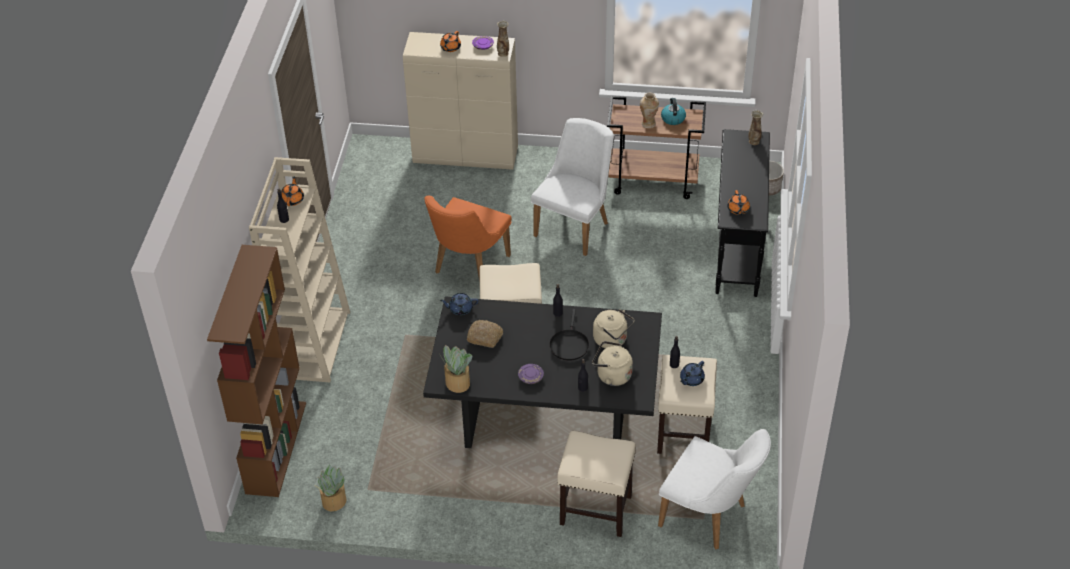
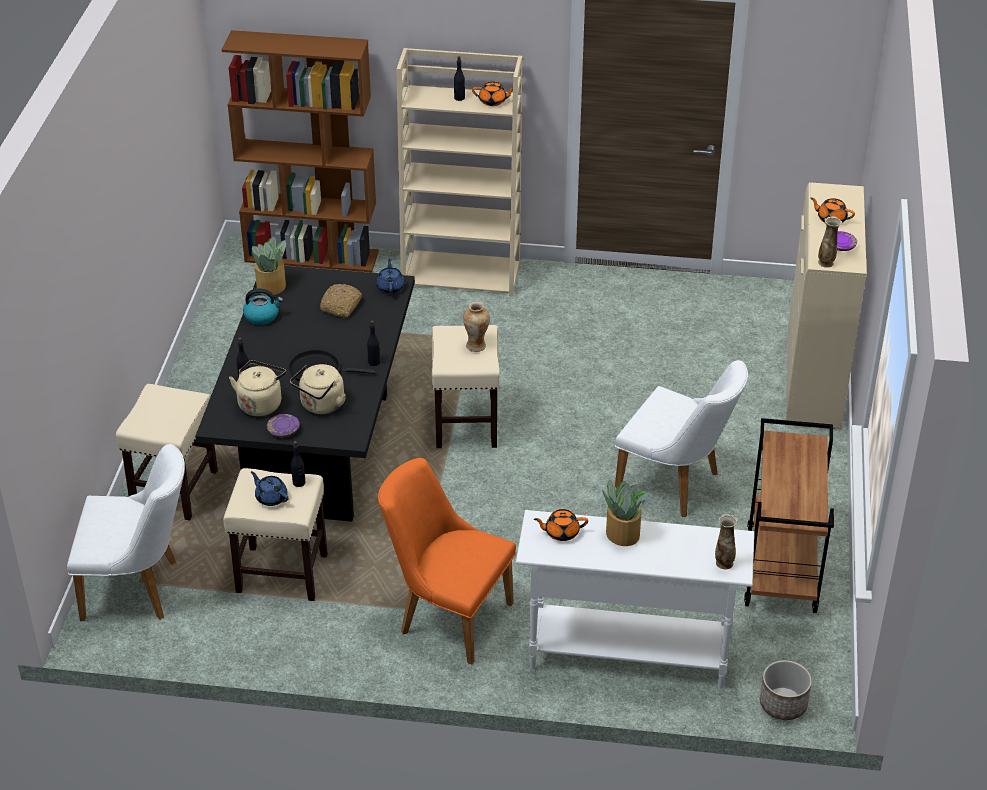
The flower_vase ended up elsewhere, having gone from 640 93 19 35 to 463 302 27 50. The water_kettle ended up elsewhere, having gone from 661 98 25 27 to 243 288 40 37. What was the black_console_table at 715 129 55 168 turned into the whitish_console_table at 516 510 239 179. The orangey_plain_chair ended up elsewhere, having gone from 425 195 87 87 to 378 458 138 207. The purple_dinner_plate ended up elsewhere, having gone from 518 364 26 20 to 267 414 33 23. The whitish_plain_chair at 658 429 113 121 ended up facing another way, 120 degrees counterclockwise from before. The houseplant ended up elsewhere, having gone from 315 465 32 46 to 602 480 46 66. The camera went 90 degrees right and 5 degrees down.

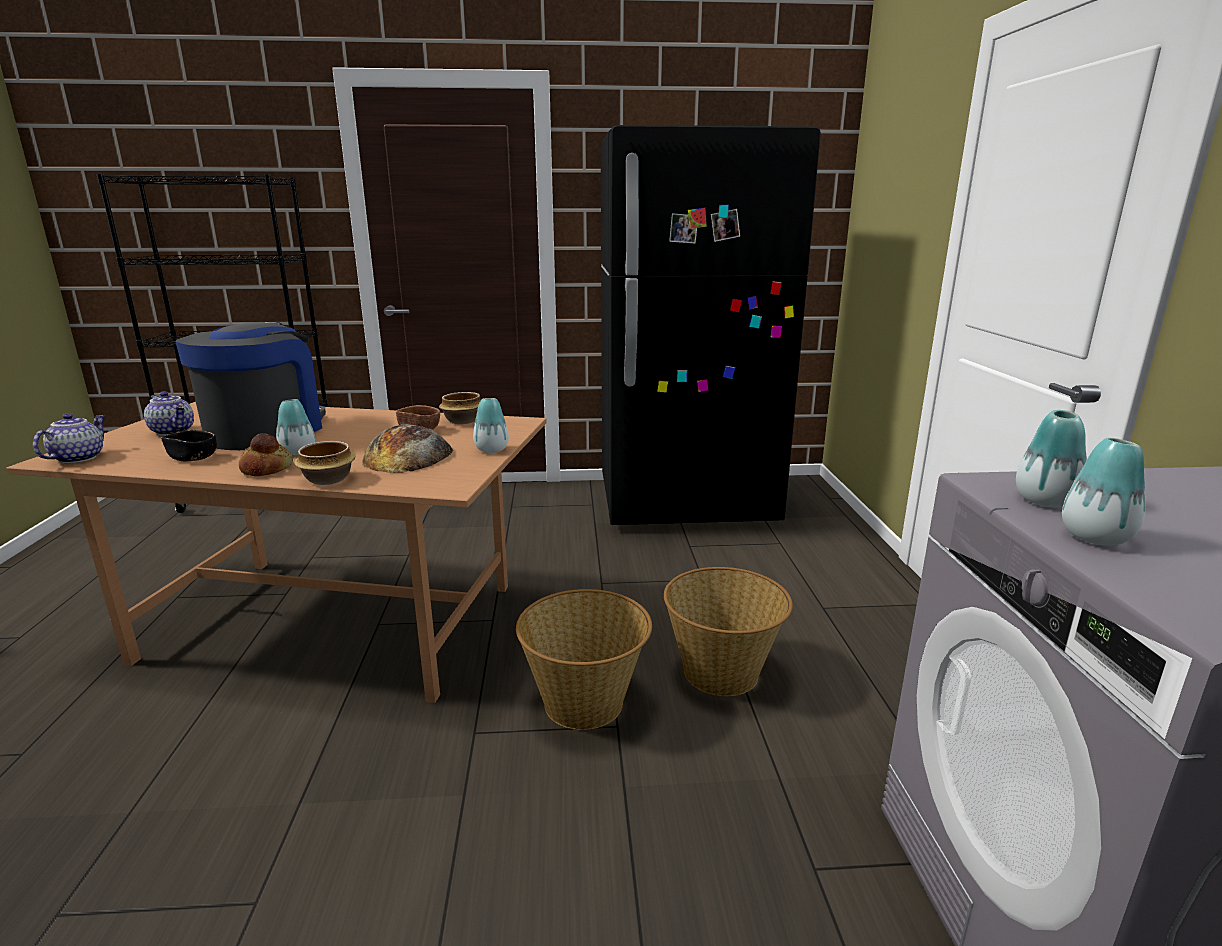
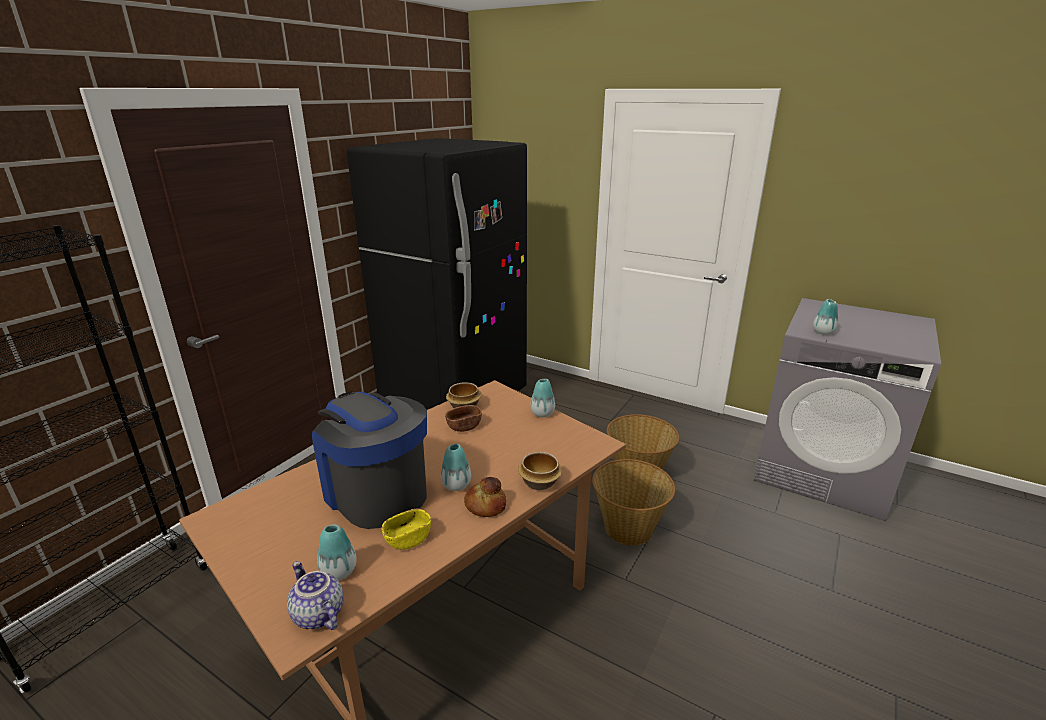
The second view lost the tea_pot at 144 391 50 45. The second view lost the baked_bread at 362 424 91 49. What was the black_serving_bowl at 161 430 56 31 turned into the yellow_serving_bowl at 382 509 49 41. The flower_vase ended up elsewhere, having gone from 1062 438 83 108 to 317 524 40 56. The camera went 55 degrees left and 5 degrees up.

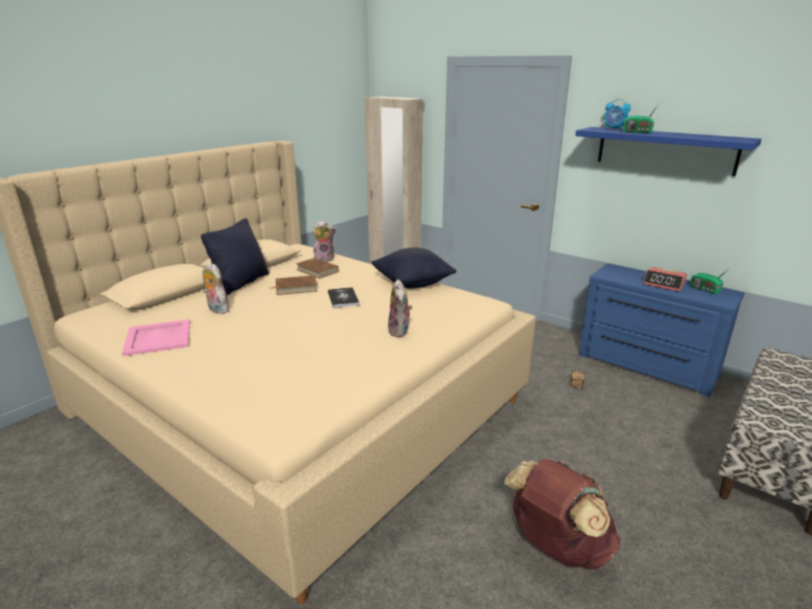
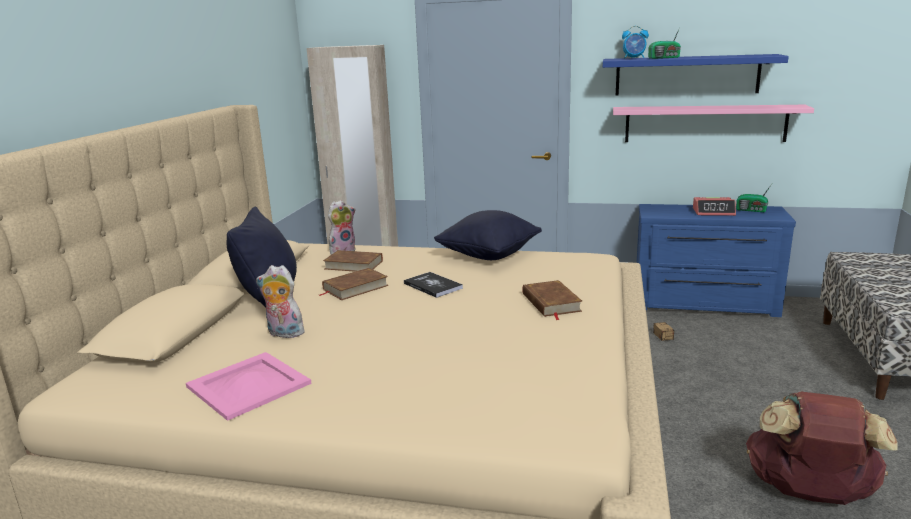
Where the soft_toy stood at 388 279 24 58, the brownish_volume came to stand at 523 280 60 40. The second view gained the pinkish_shelf at 613 105 201 37. The camera went 25 degrees left and 5 degrees down.

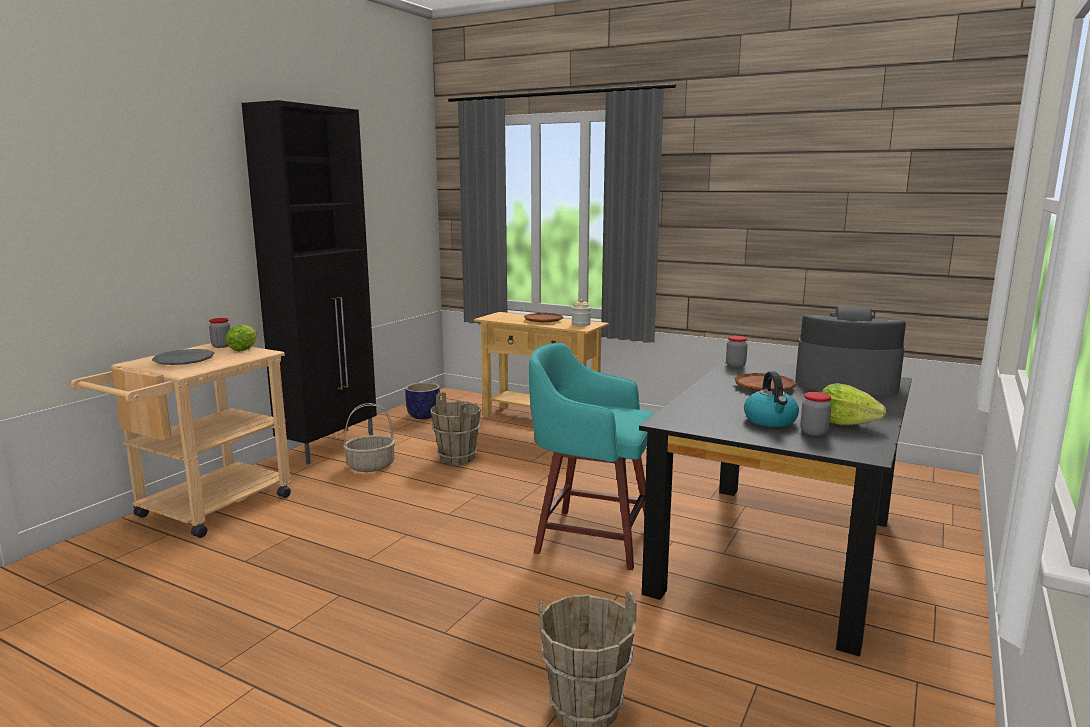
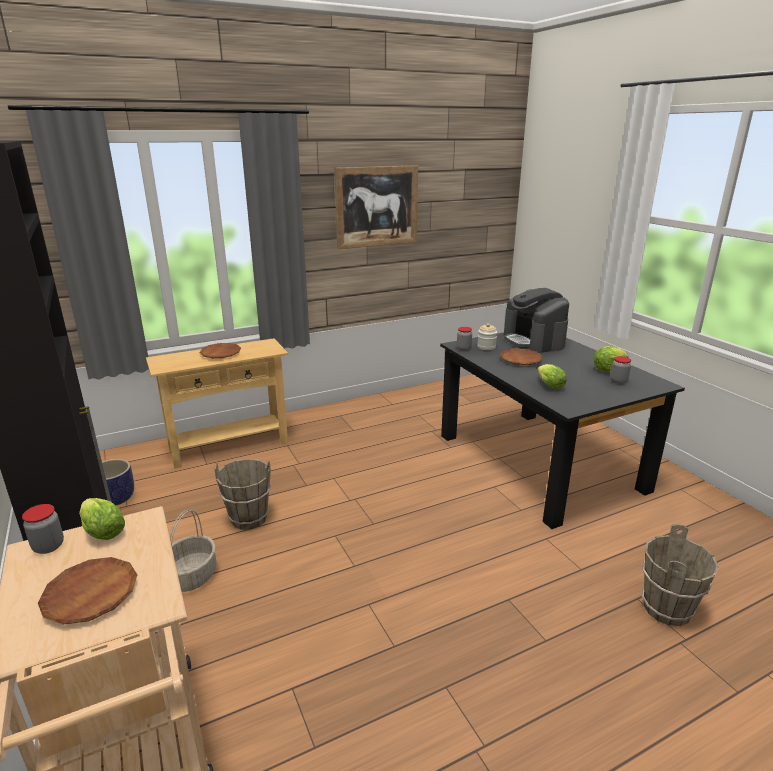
The storage_jar ended up elsewhere, having gone from 572 299 19 27 to 477 323 20 27. The coffee_brewer at 795 305 111 90 ended up facing another way, 75 degrees counterclockwise from before. The second view lost the turquoise_stool_seat at 529 343 126 227. What was the gray_dinner_plate at 152 349 62 16 turned into the brownish_dinner_plate at 38 557 99 67. The second view lost the water_kettle at 744 372 55 55. The second view gained the wall_picture at 334 165 84 84. The second view gained the lettuce at 538 364 29 25. The camera went 55 degrees left and 10 degrees up.

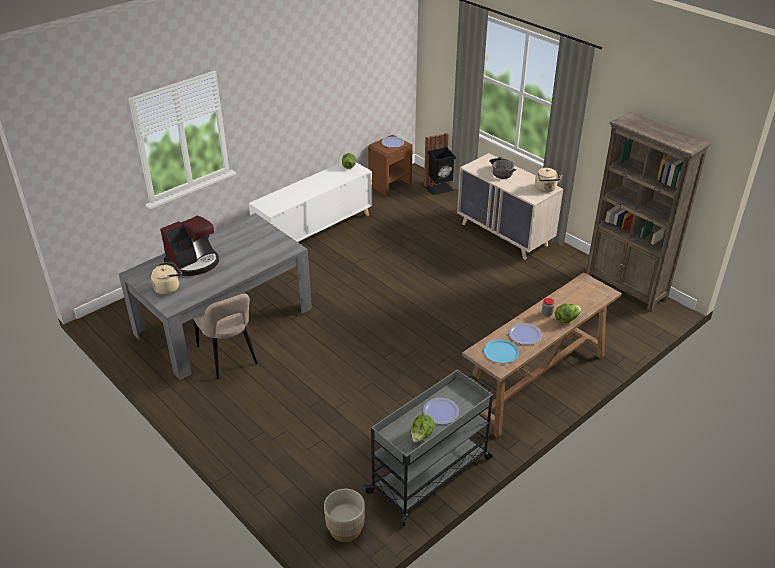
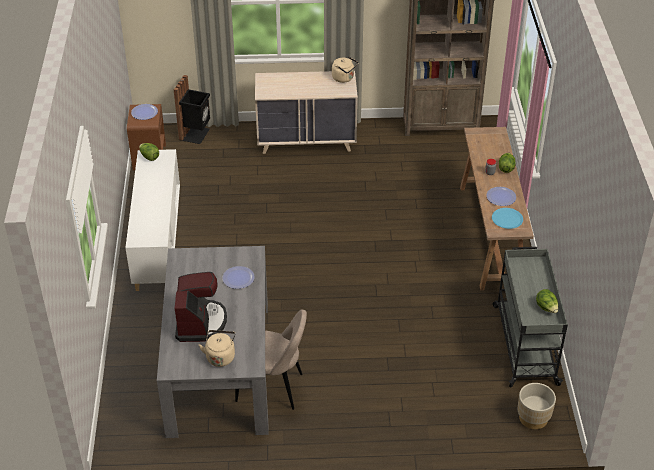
The second view lost the stockpot at 489 157 27 22. The dinner_plate ended up elsewhere, having gone from 423 398 36 26 to 222 266 32 23. The camera went 50 degrees left and 5 degrees up.

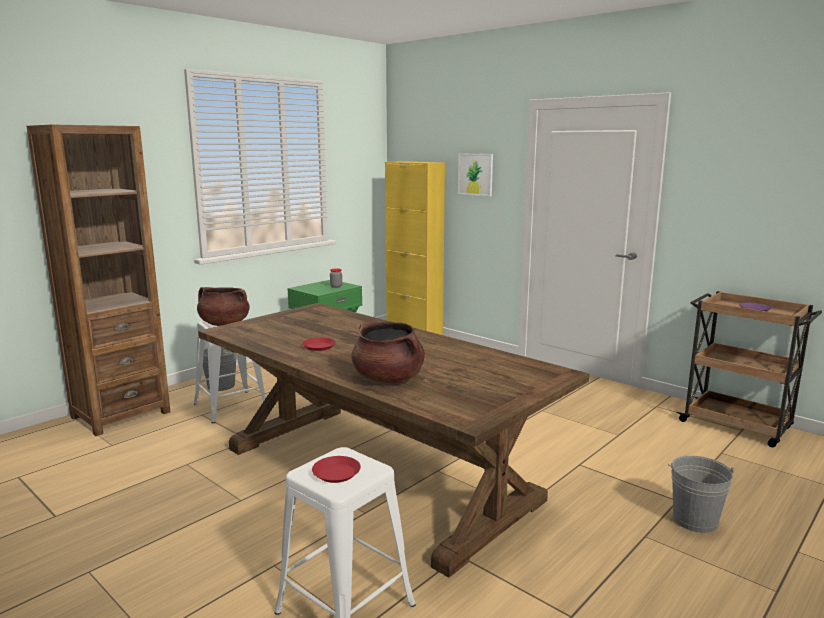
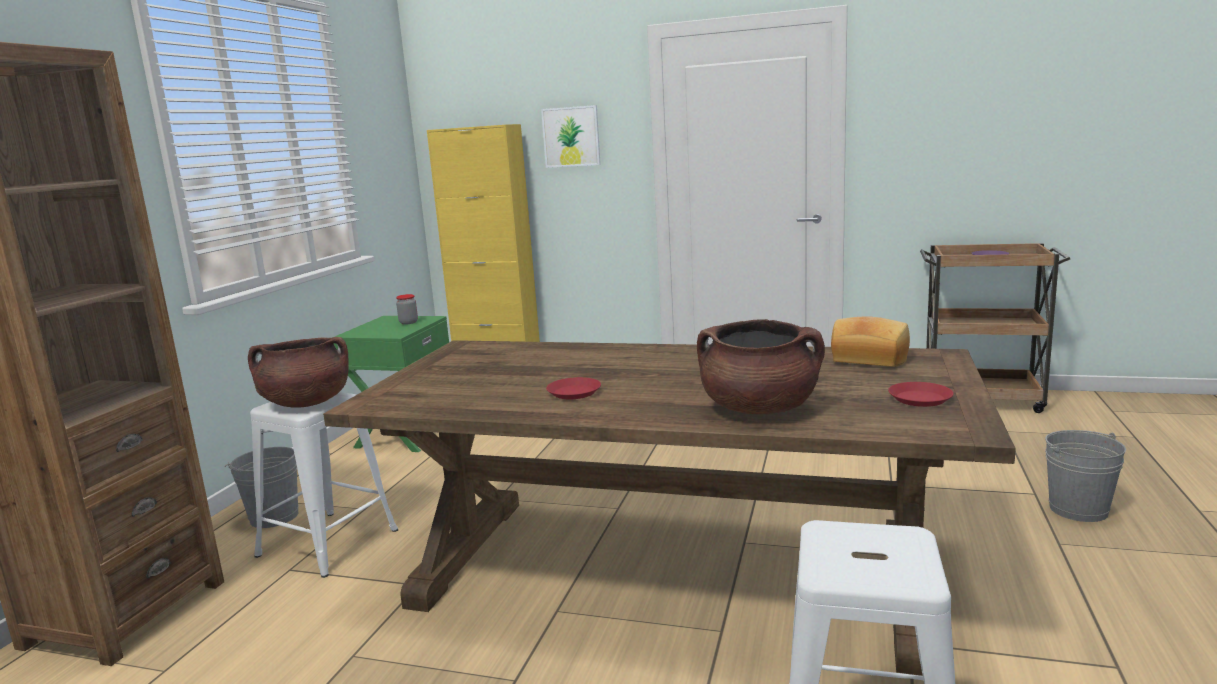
The reddish_dinner_plate ended up elsewhere, having gone from 312 456 49 27 to 888 382 66 25. The second view gained the baked_bread at 831 317 79 50. The camera went 25 degrees left and 0 degrees up.

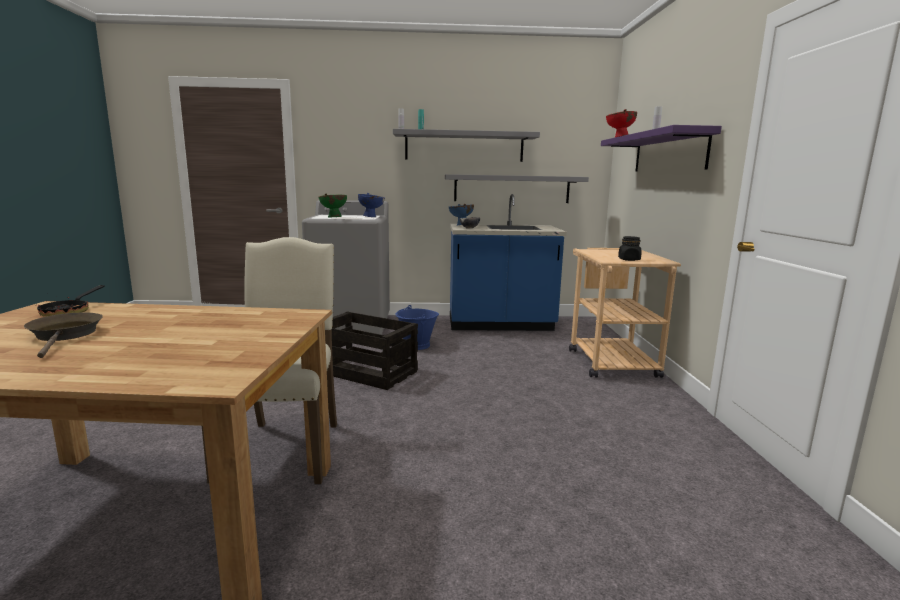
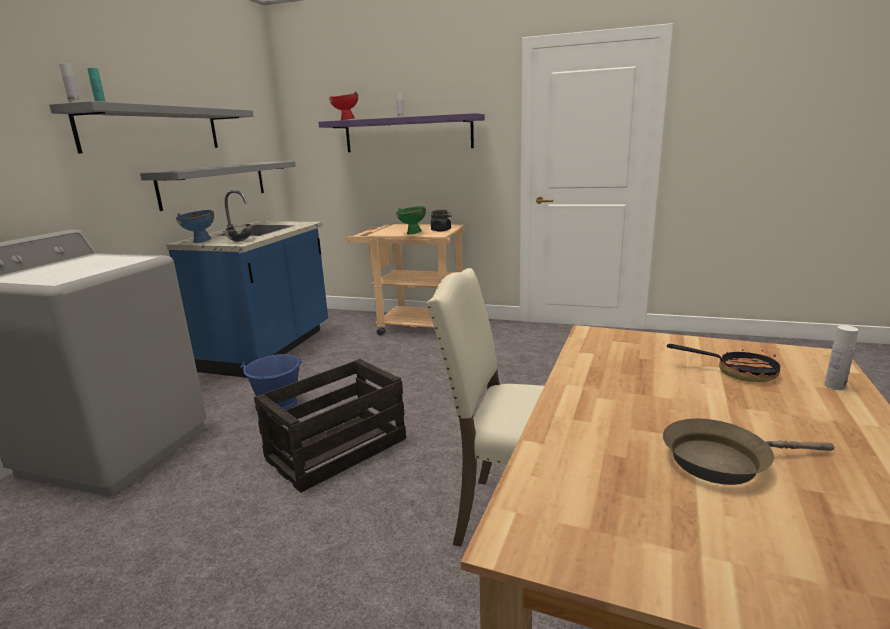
The green_serving_bowl ended up elsewhere, having gone from 318 193 29 24 to 396 206 30 28. The second view lost the blue-coloured_serving_bowl at 358 193 27 24. The pan ended up elsewhere, having gone from 37 285 68 32 to 667 344 113 38. The second view gained the whitish_beverage_bottle at 824 325 35 65. The camera went 70 degrees left and 5 degrees up.

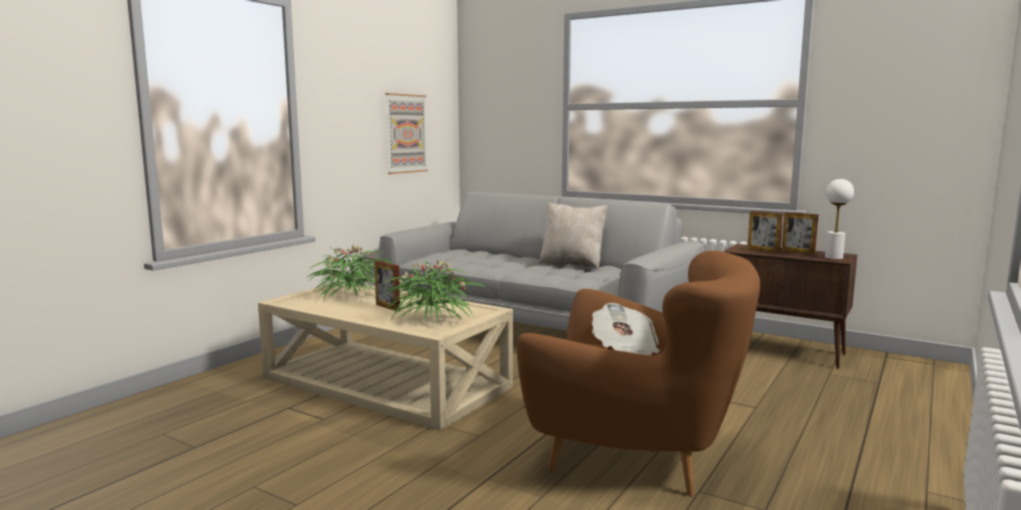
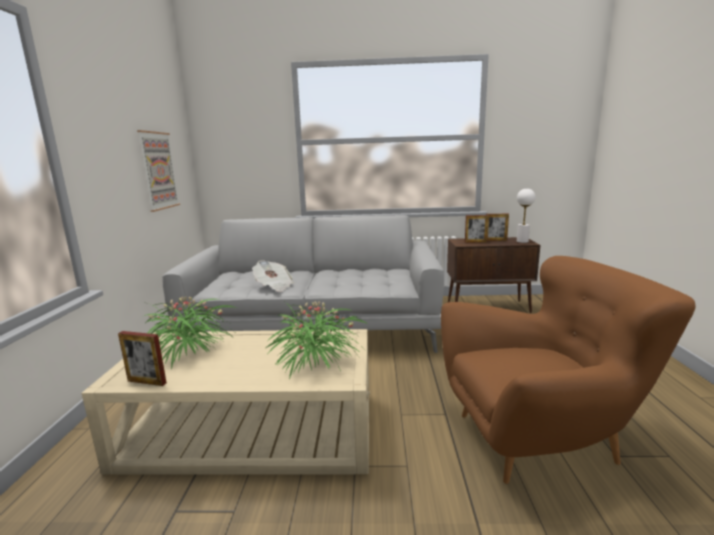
The second view lost the sand-coloured_cushion at 539 202 68 67. The photo_frame ended up elsewhere, having gone from 374 261 26 50 to 118 331 49 55. The daily_paper ended up elsewhere, having gone from 592 303 68 52 to 252 260 42 32. The camera went 30 degrees left and 5 degrees up.

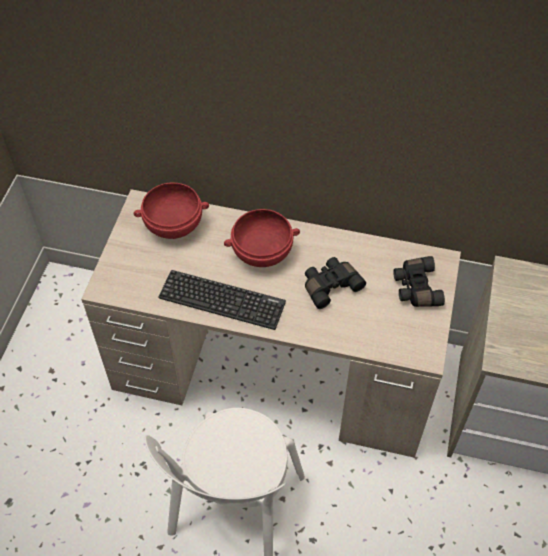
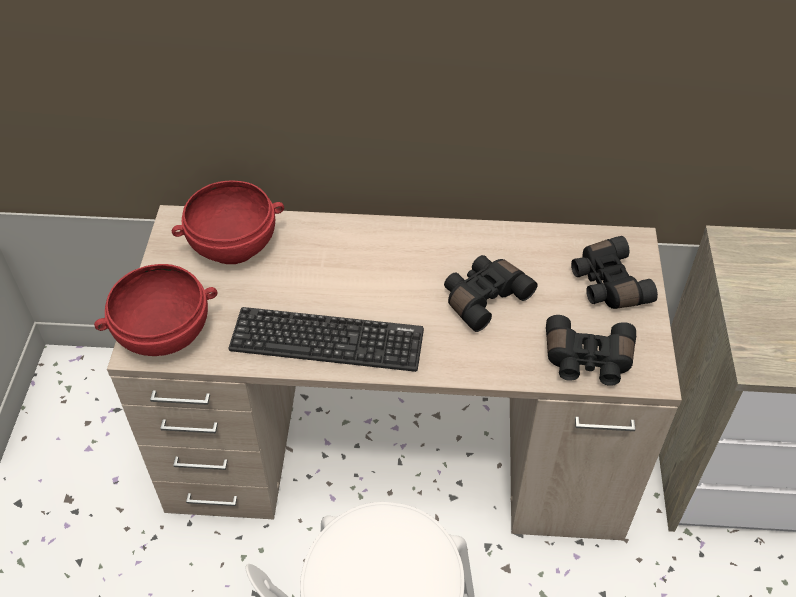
The reddish_serving_bowl ended up elsewhere, having gone from 224 209 76 58 to 94 264 124 92. The second view gained the black_pair_of_binoculars at 546 315 90 71. The camera went 10 degrees left and 5 degrees down.

